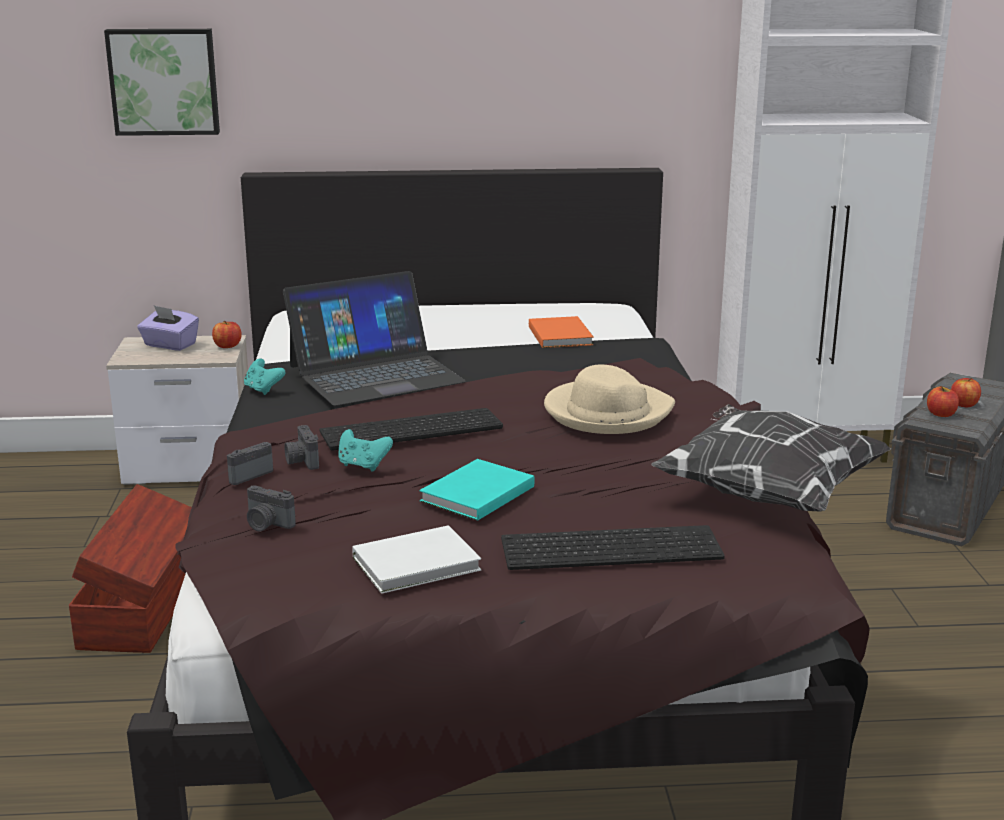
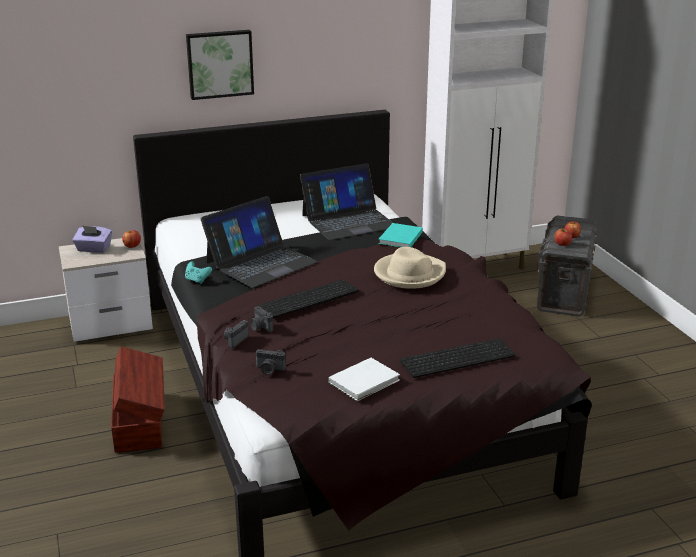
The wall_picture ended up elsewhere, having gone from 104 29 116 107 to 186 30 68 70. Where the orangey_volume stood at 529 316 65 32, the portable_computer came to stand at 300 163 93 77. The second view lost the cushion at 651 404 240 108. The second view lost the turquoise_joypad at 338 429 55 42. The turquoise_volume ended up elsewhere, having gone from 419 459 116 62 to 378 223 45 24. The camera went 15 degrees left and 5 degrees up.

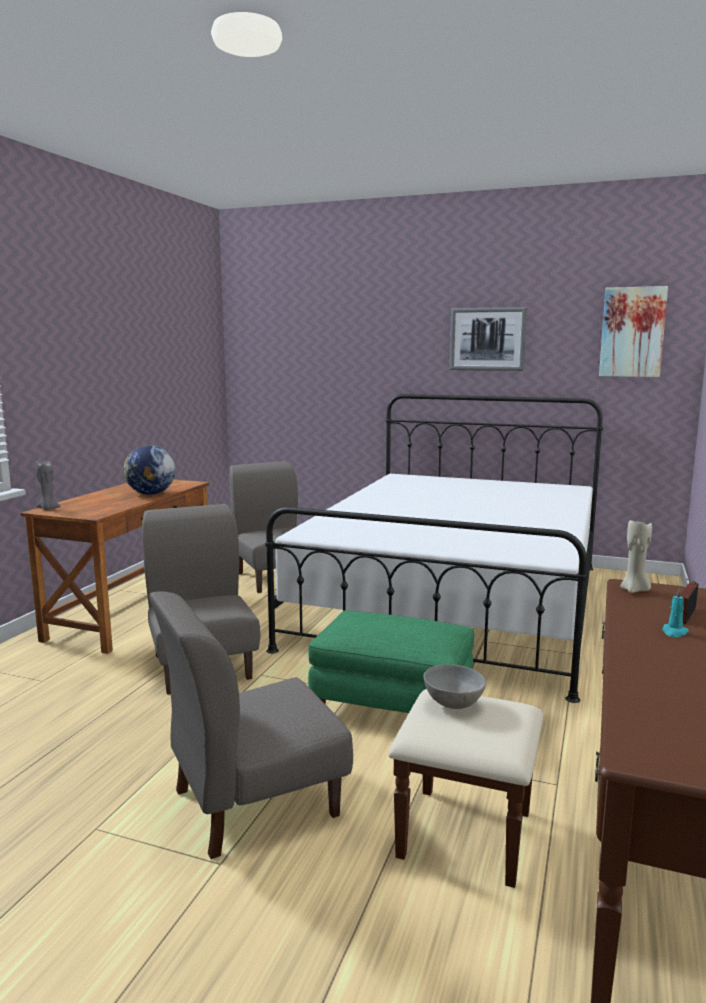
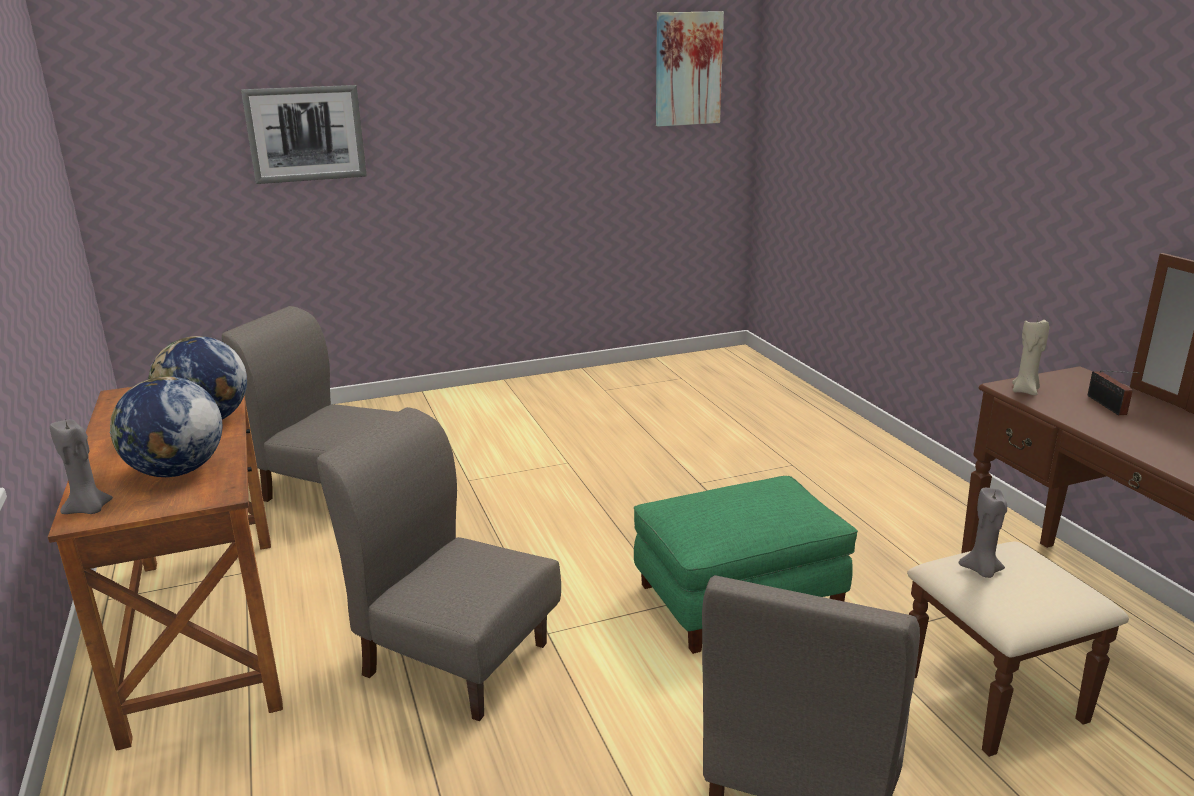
The wall_picture ended up elsewhere, having gone from 450 307 77 64 to 241 85 126 99. The second view lost the whitish_sleeping_bed at 265 394 338 309. The second view lost the turquoise_candle at 662 588 27 49. Where the gray_serving_bowl stood at 423 664 63 45, the gray_candle came to stand at 959 488 48 90. The second view gained the desk_globe at 109 376 113 101. The camera went 40 degrees left and 10 degrees up.

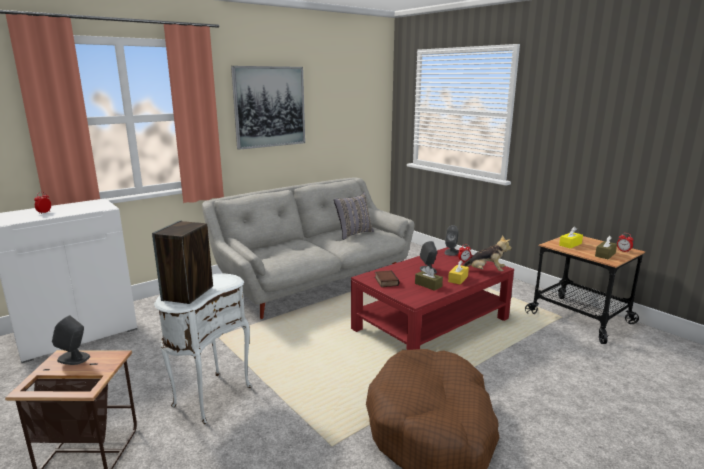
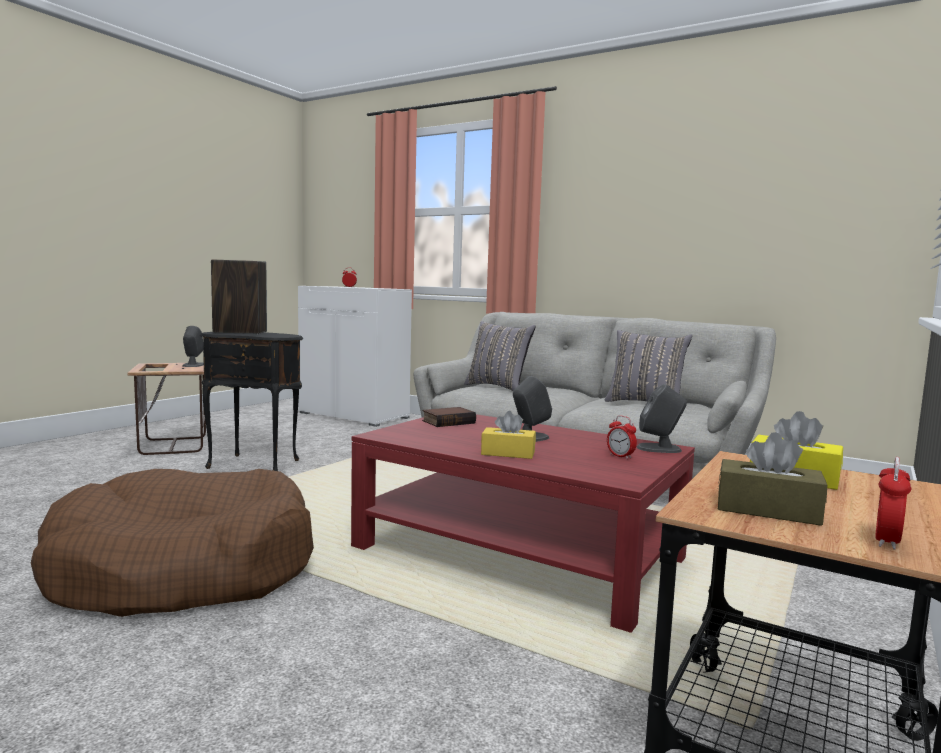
The second view lost the wall_picture at 231 66 74 84. The second view lost the soft_toy at 463 235 49 36. The second view lost the brownish_tissue_box at 415 266 28 25. What was the whitish_side_table at 154 274 98 150 turned into the black_side_table at 200 332 103 139. The second view gained the gray_cushion at 464 321 72 70. The camera went 70 degrees right and 10 degrees down.

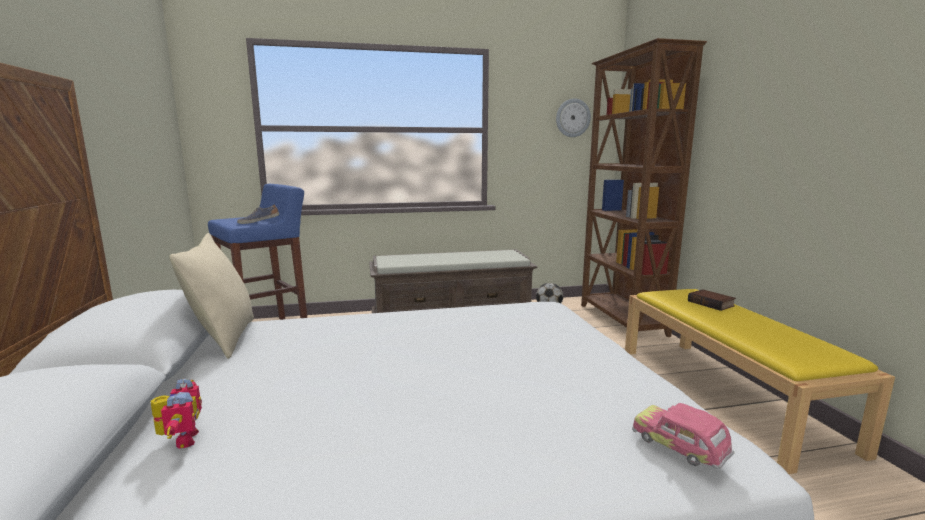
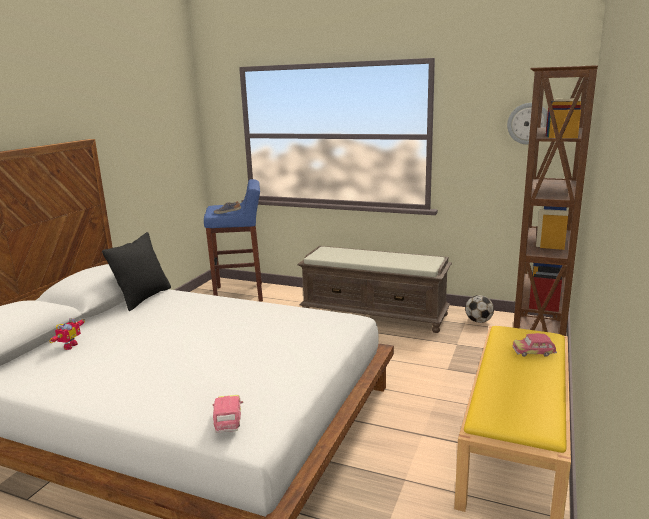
What was the sand-coloured_cushion at 169 233 85 126 turned into the black_cushion at 102 232 69 79. Where the volume stood at 688 289 48 22, the model_car came to stand at 512 333 45 24. The camera went 35 degrees right and 5 degrees up.

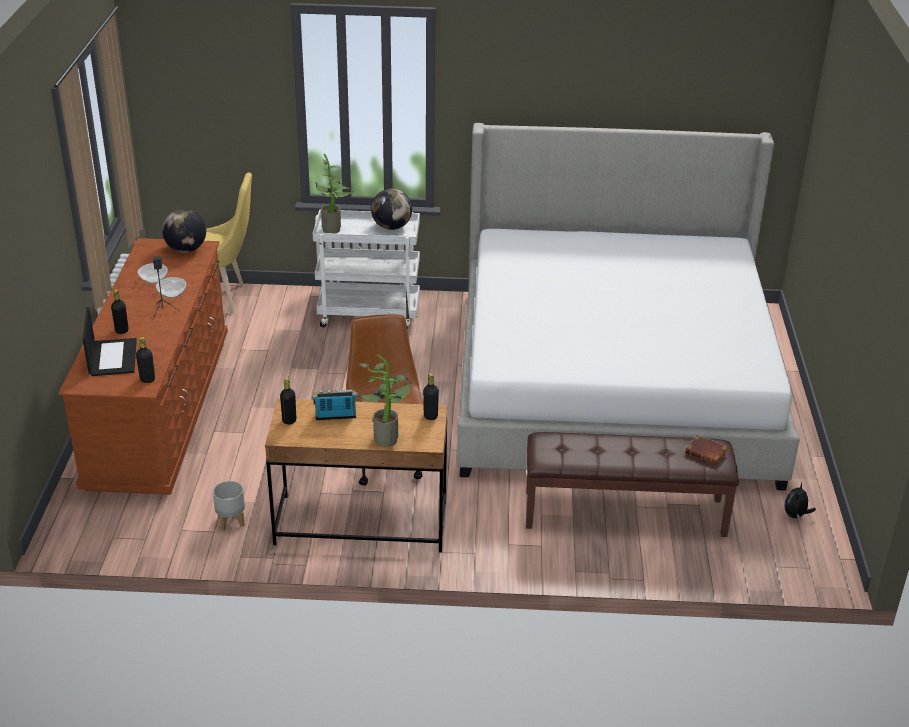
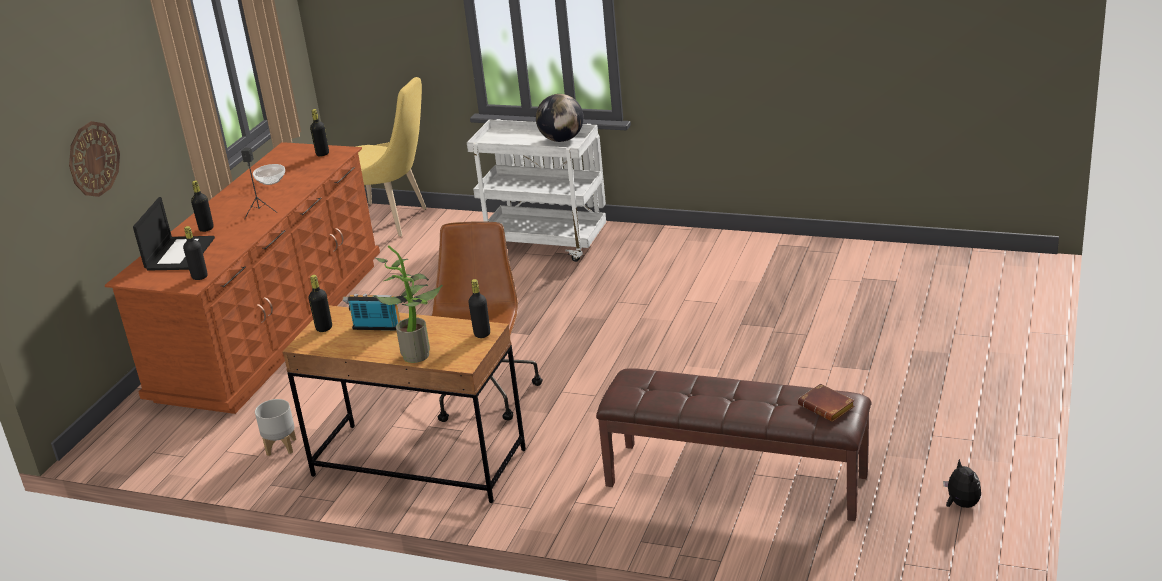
The second view lost the sleeping_bed at 457 123 343 368. The second view lost the houseplant at 316 154 38 79. Where the desk_globe stood at 162 209 44 43, the black_beverage_bottle came to stand at 310 109 19 48. The second view lost the serving_bowl at 156 277 30 21. The soft_toy at 784 482 32 38 ended up facing another way, 120 degrees clockwise from before. The second view gained the clock_on_the_wall at 69 121 51 76. The camera went 20 degrees right and 5 degrees down.

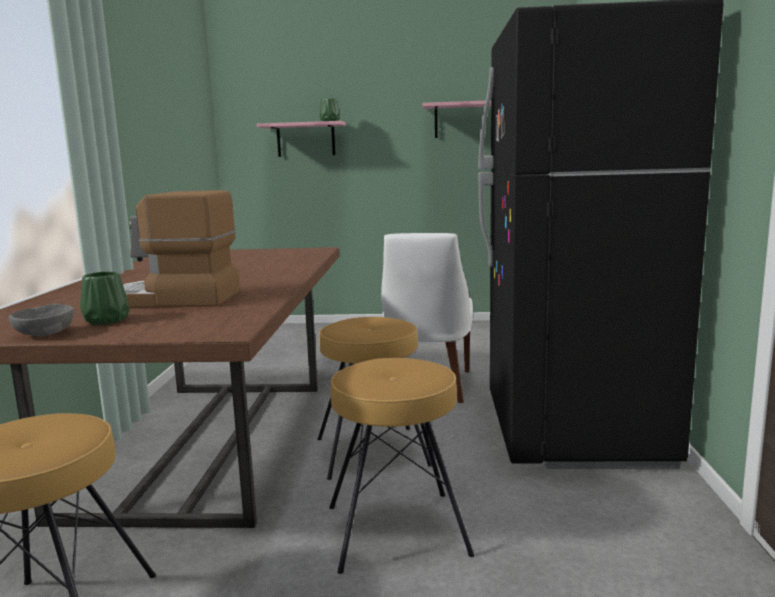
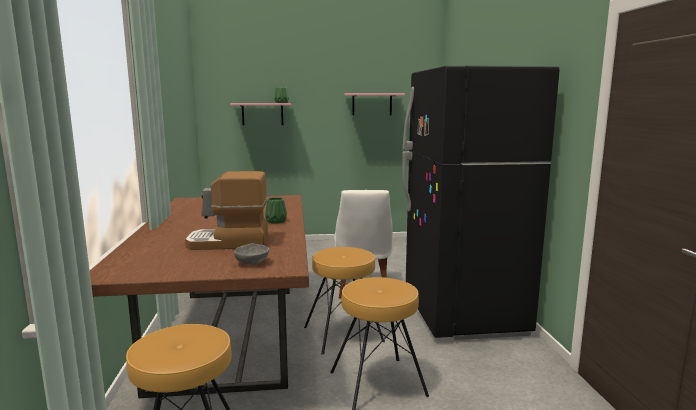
The green_flower_vase ended up elsewhere, having gone from 80 271 49 54 to 265 197 22 27. The gray_serving_bowl ended up elsewhere, having gone from 9 303 65 34 to 234 243 35 22. The camera went 10 degrees left and 0 degrees up.

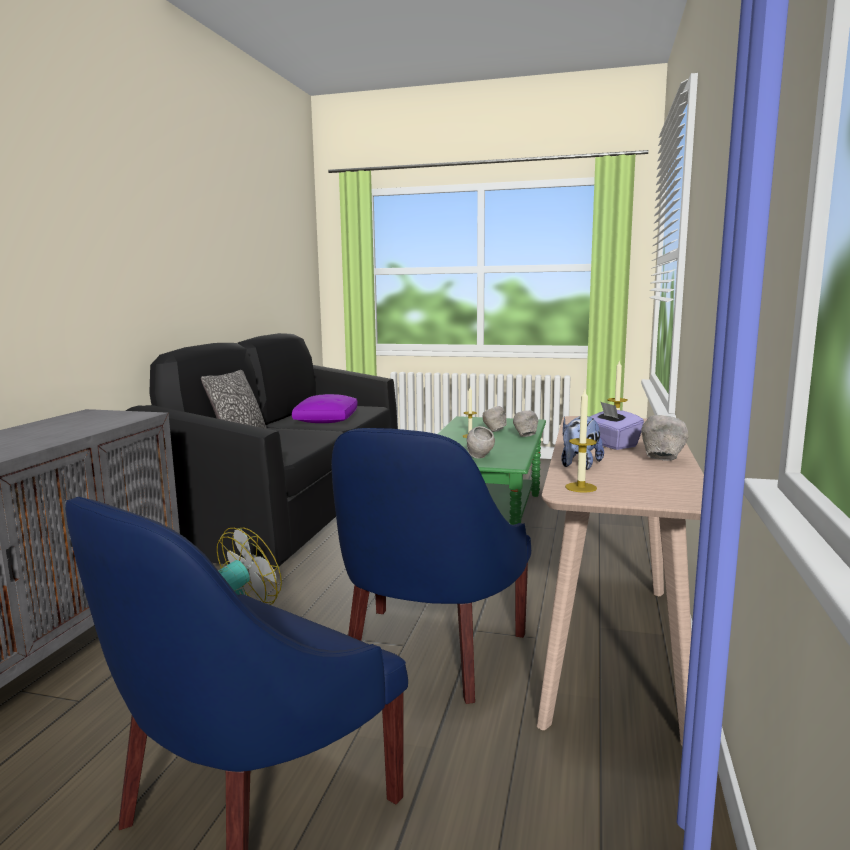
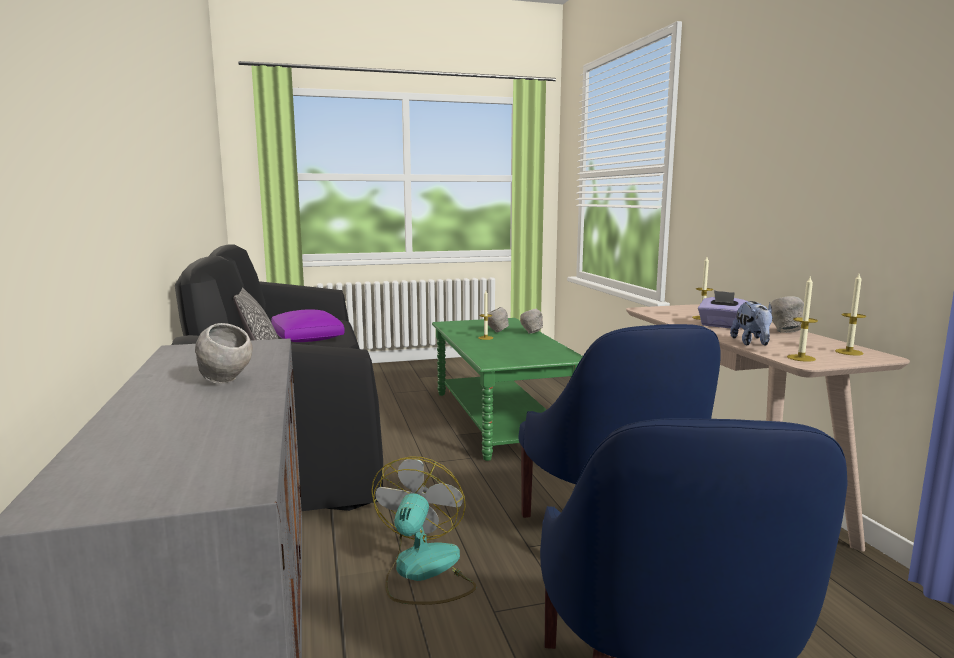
The gray_serving_bowl ended up elsewhere, having gone from 466 426 29 33 to 195 323 57 61. The second view gained the candle at 835 274 31 82. The camera went 30 degrees left and 0 degrees up.

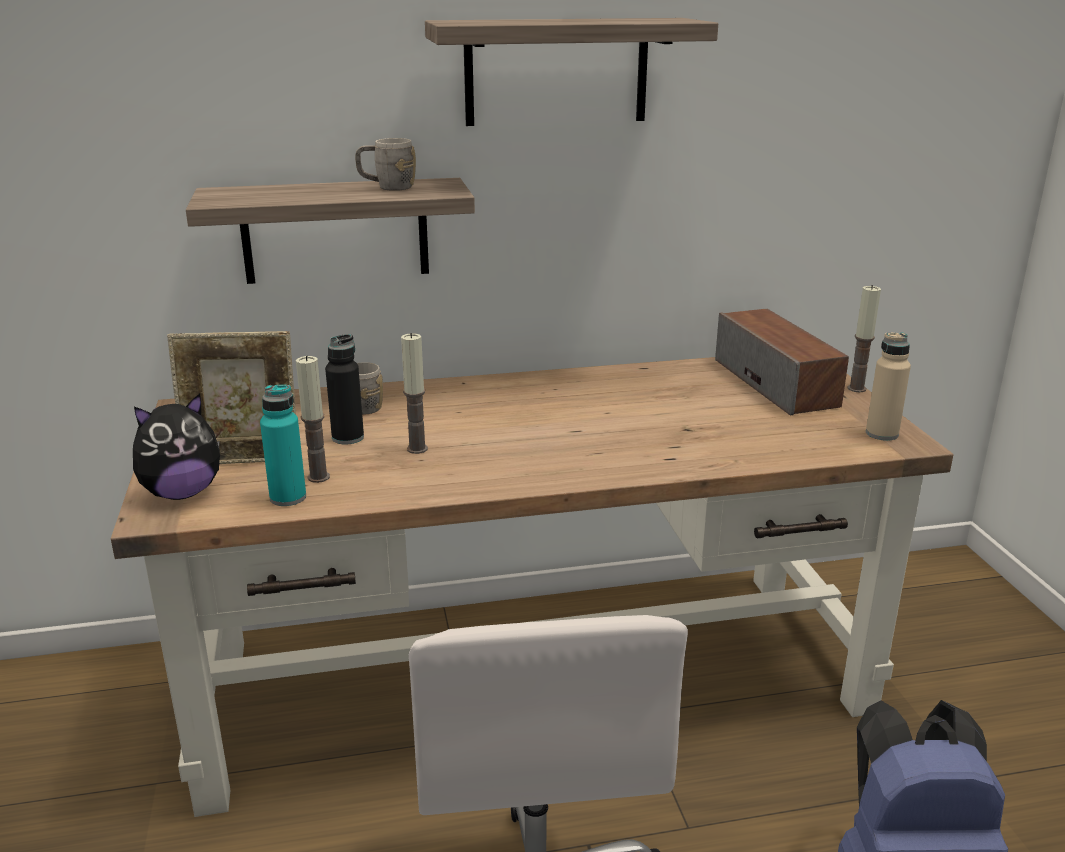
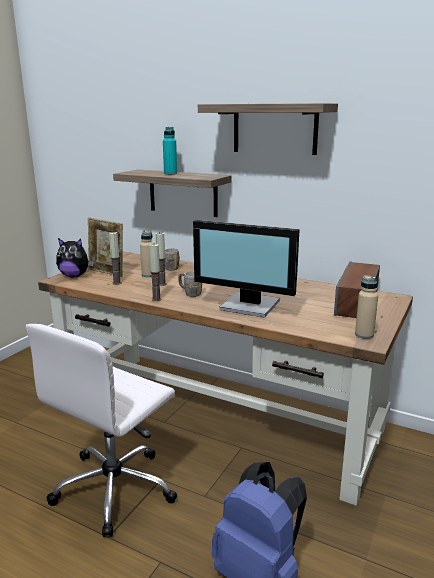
The gray_tea_mug ended up elsewhere, having gone from 355 138 61 53 to 178 271 25 26. The candle ended up elsewhere, having gone from 847 285 34 107 to 149 244 13 57. What was the black_beverage_bottle at 325 334 39 110 turned into the sand-coloured_beverage_bottle at 140 231 14 46. The turquoise_beverage_bottle ended up elsewhere, having gone from 260 385 46 121 to 163 127 14 48. The second view gained the computer_display at 193 220 107 97. The camera went 40 degrees right and 5 degrees down.

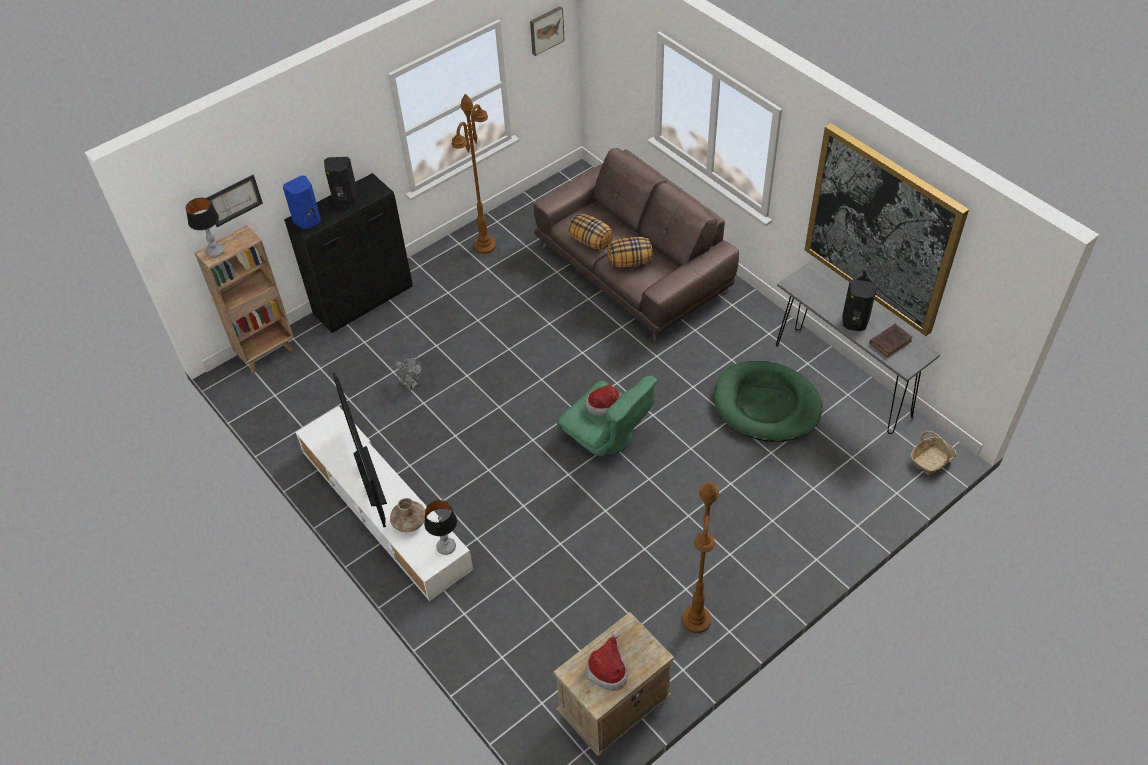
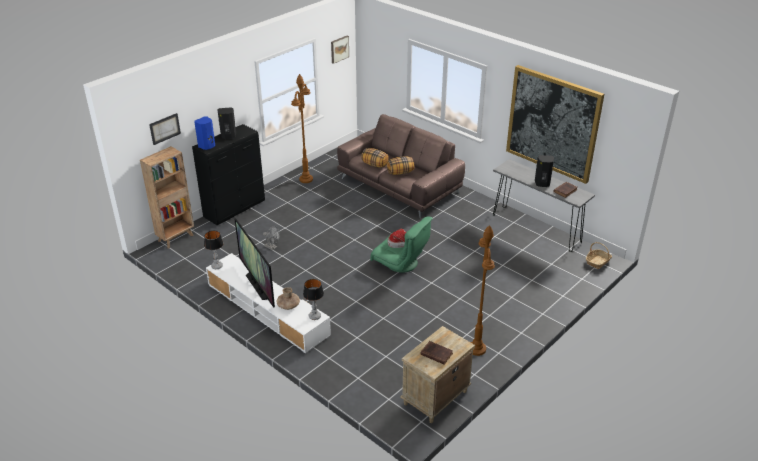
The lamp_for_a_table ended up elsewhere, having gone from 186 198 38 59 to 204 230 20 39. The second view lost the green_dog_cushion at 714 361 108 81. Where the wearable_hat stood at 586 630 42 61, the brownish_volume came to stand at 420 341 33 24. The camera went 10 degrees left and 15 degrees down.

